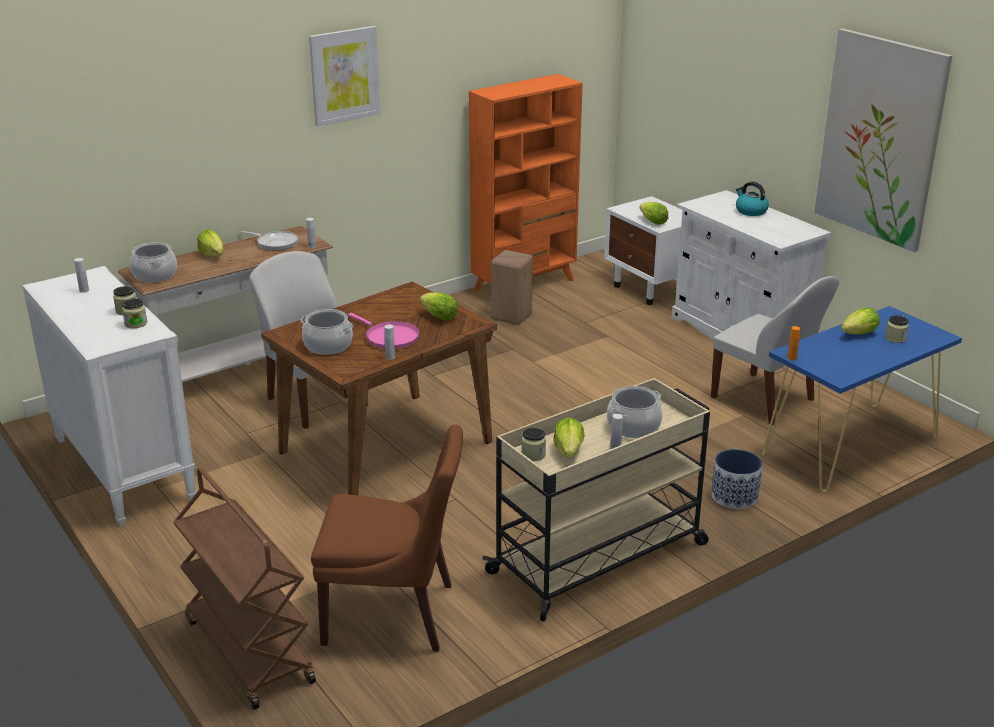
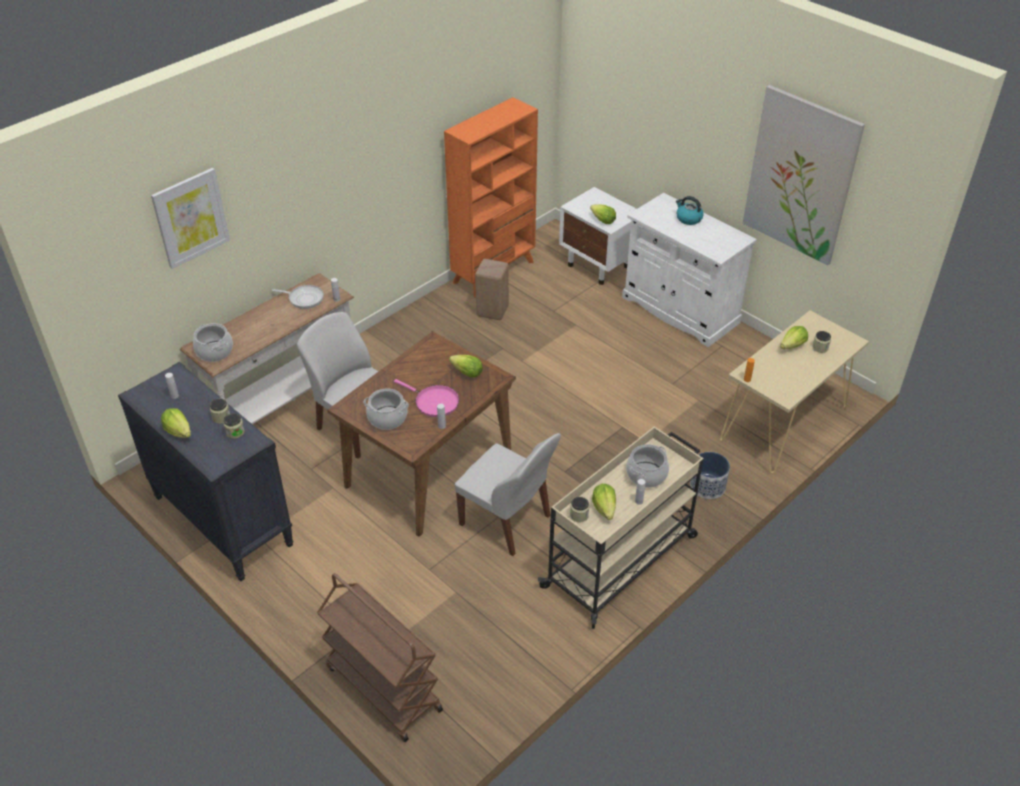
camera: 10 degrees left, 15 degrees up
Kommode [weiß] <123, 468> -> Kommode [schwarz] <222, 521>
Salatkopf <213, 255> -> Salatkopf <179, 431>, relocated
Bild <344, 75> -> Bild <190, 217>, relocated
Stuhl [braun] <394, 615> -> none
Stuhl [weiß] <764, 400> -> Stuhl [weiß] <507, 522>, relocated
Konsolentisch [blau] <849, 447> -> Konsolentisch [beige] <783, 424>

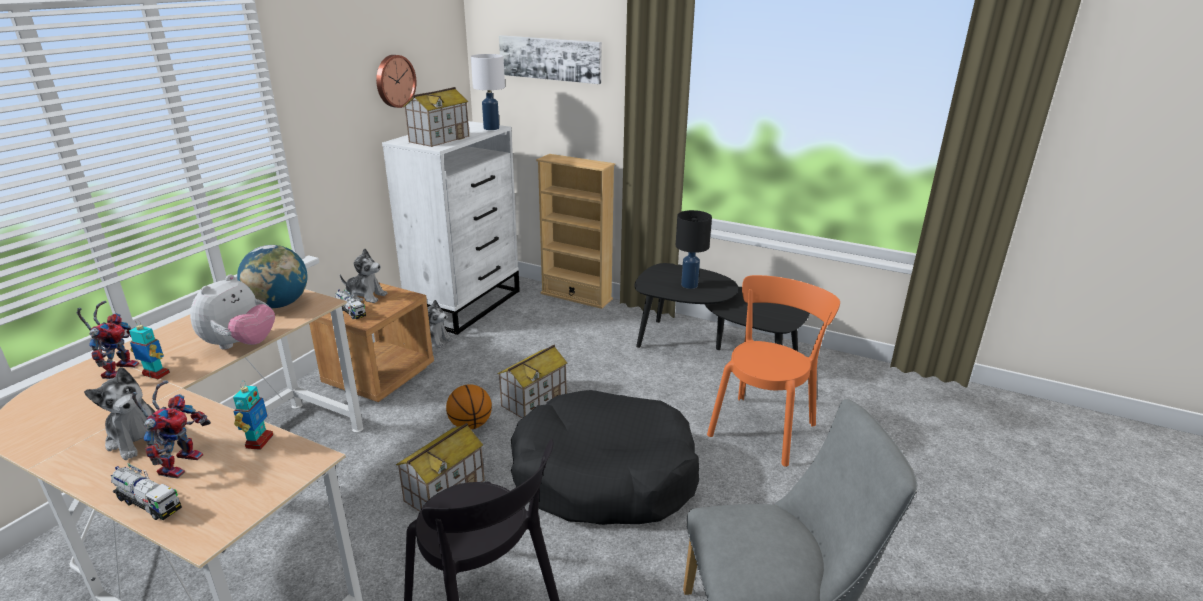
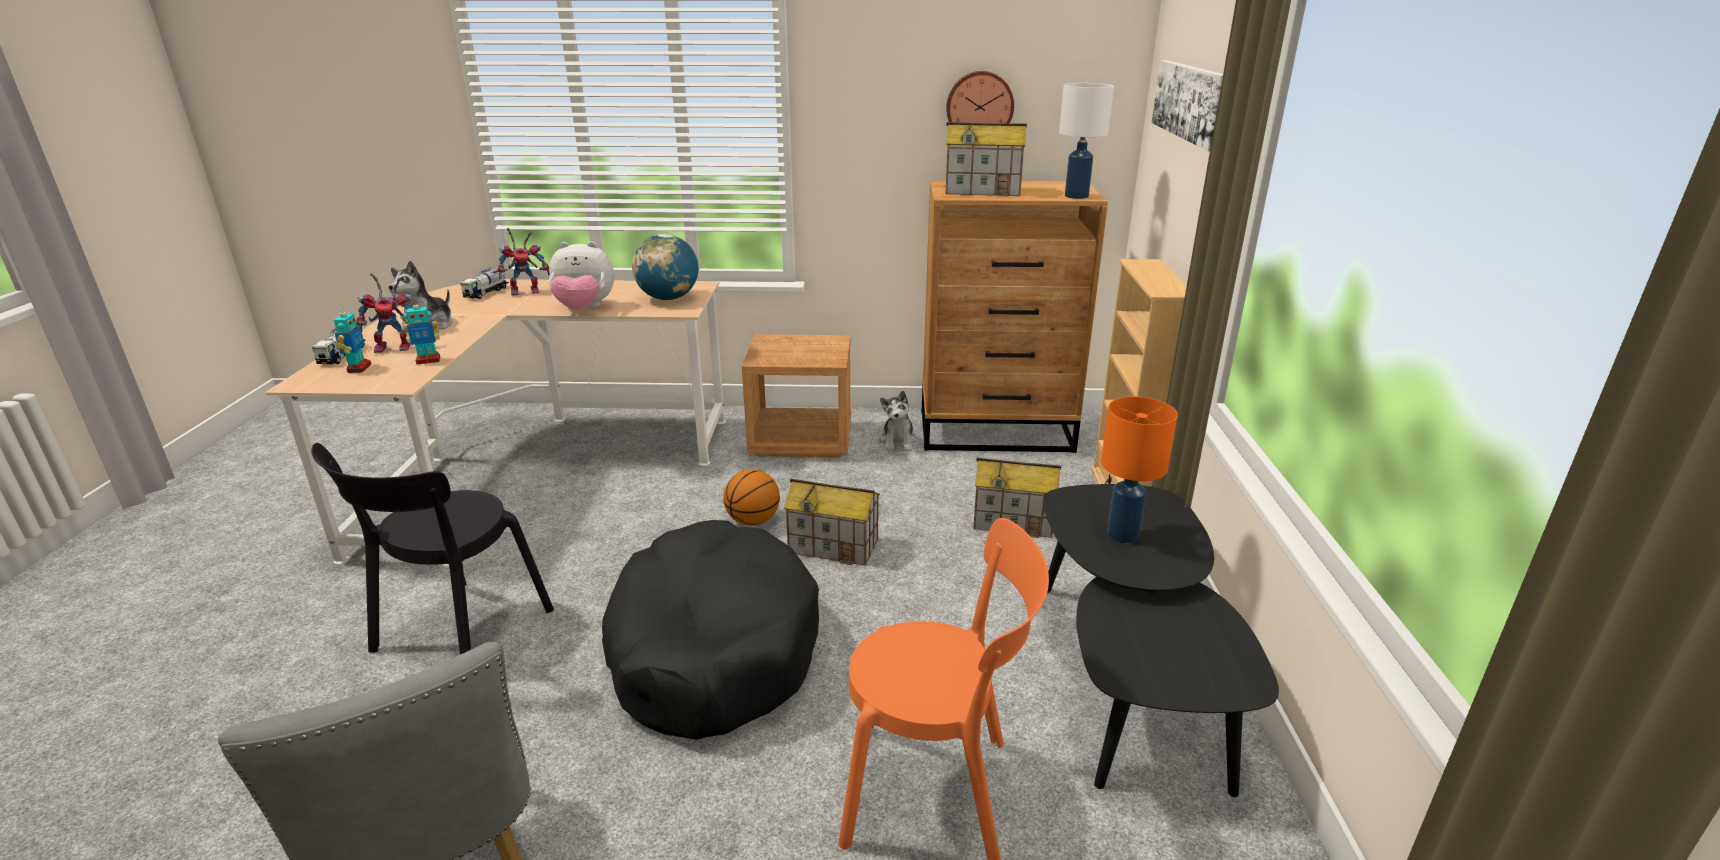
camera: 65 degrees right, 0 degrees up
Spielzeugroboter <156, 374> -> Spielzeugroboter <358, 368>, relocated
Spielzeuglaster <351, 312> -> Spielzeuglaster <486, 292>, relocated
Plüschtier <365, 296> -> none
Kommode [weiß] <466, 304> -> Kommode [braun] <997, 431>
Spielzeughaus <445, 490> -> Spielzeughaus <1014, 521>, relocated
Tischlampe [schwarz] <690, 285> -> Tischlampe [orange] <1122, 535>

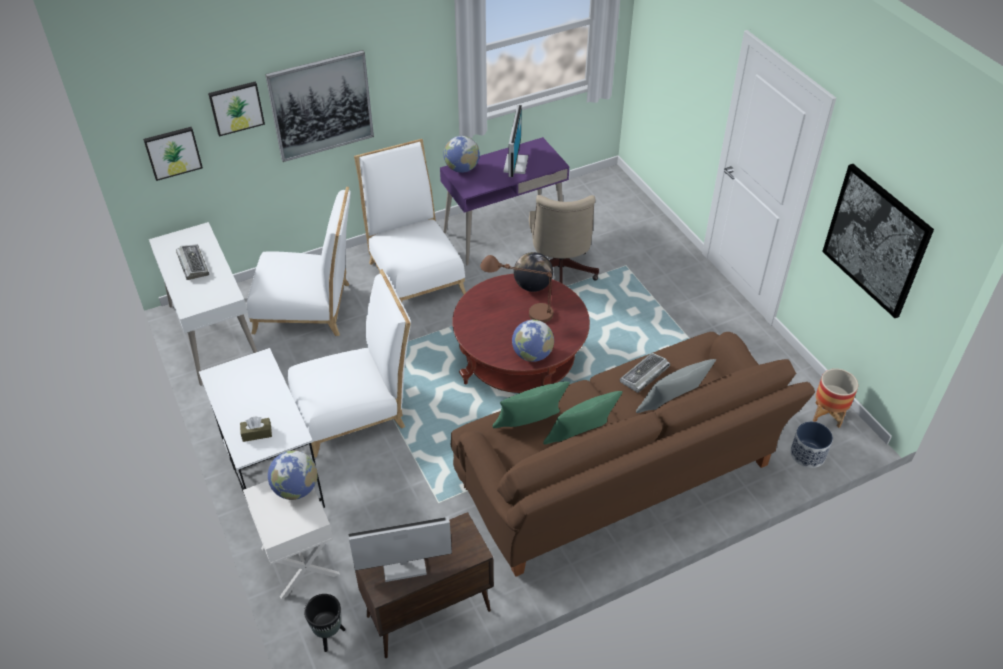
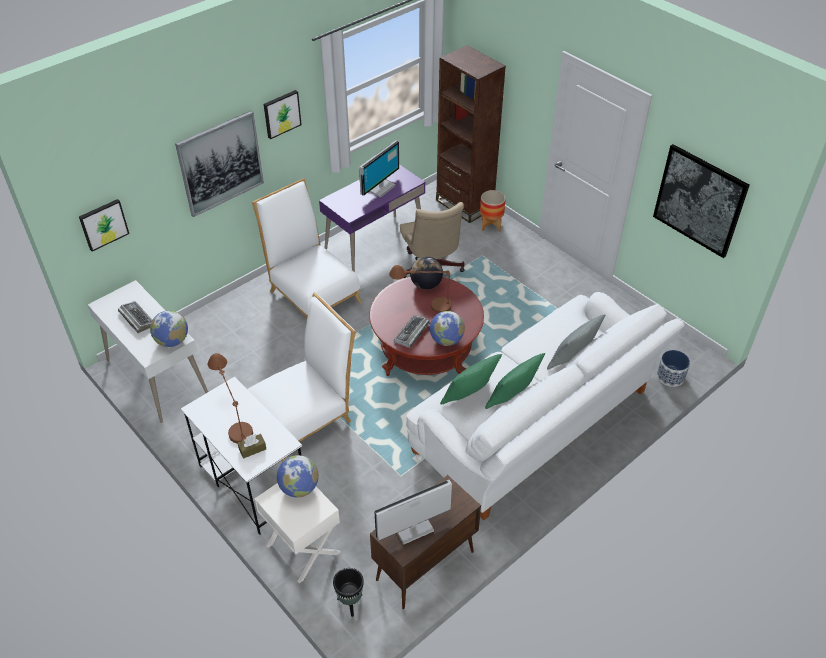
camera: 15 degrees left, 0 degrees up
Bild <236, 107> -> Bild <281, 113>, relocated
Stuhl [weiß] <309, 308> -> none
Globus <462, 169> -> Globus <172, 341>, relocated
Sofa [braun] <619, 480> -> Sofa [weiß] <536, 427>
Monitor <514, 164> -> Monitor <380, 187>, 45 degrees clockwise
Tastatur <644, 375> -> Tastatur <411, 334>, relocated
Pflanzkübel <827, 415> -> Pflanzkübel <491, 225>, relocated
none -> Tischlampe [braun] <234, 418>
none -> Bücherregal [braun] <464, 204>

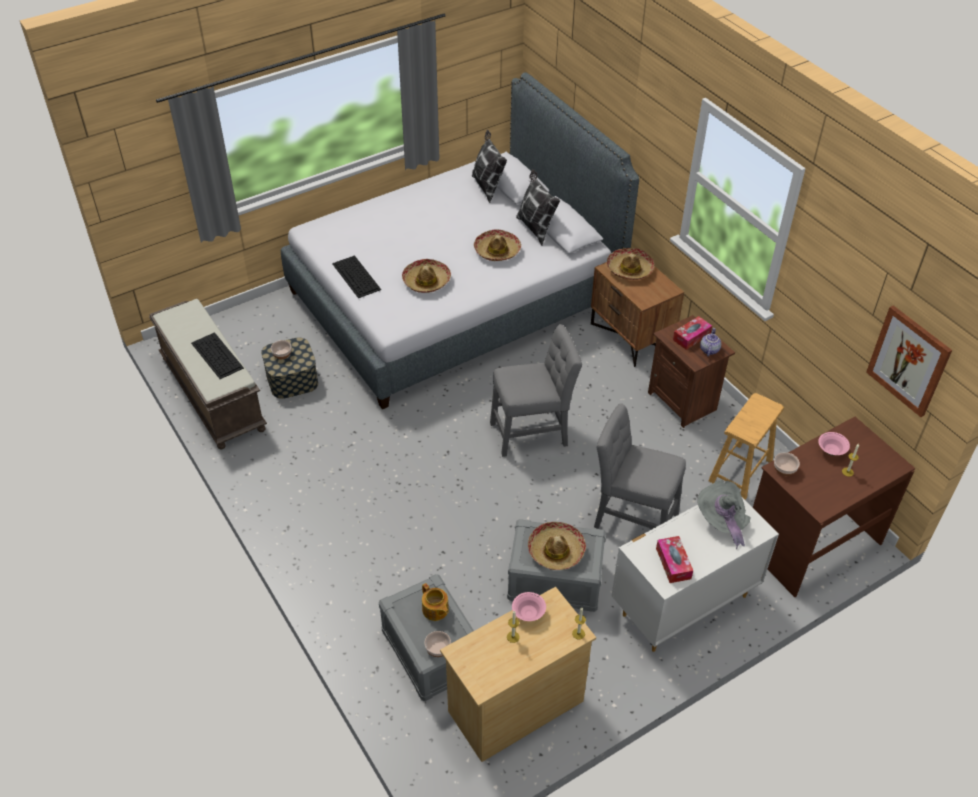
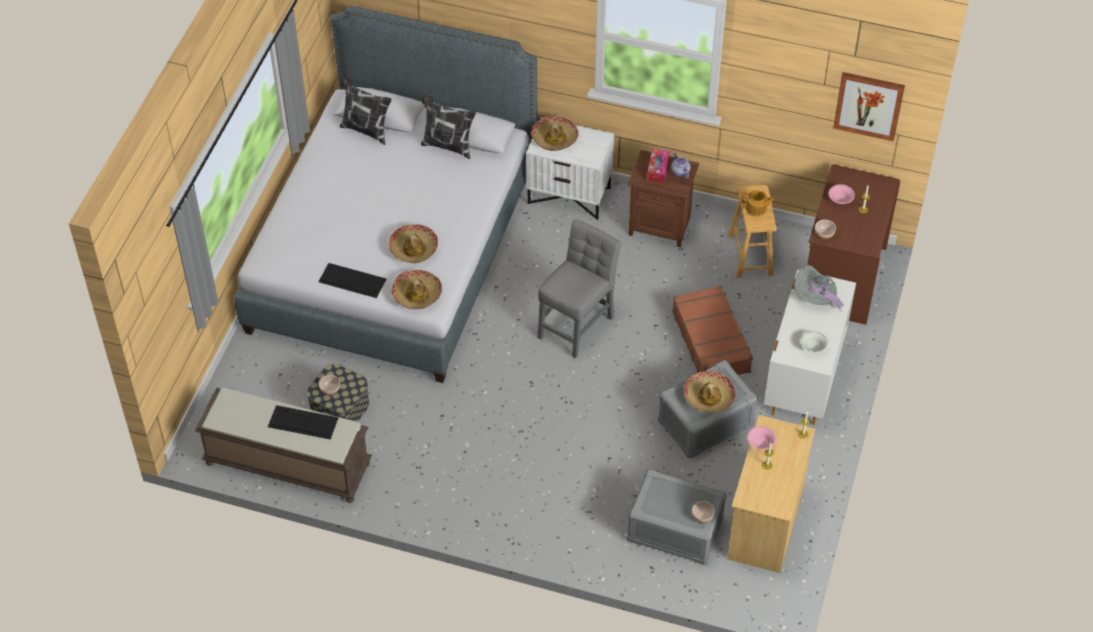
camera: 40 degrees left, 5 degrees up
Teekanne <435, 610> -> Teekanne <756, 209>, relocated
Hut <497, 251> -> Hut <417, 294>, relocated
Nachttisch [braun] <631, 336> -> Nachttisch [weiß] <569, 194>
Stuhl [grau] <632, 517> -> Koffer [braun] <711, 341>
Taschentuchbox <673, 563> -> Schüssel [weiß] <813, 348>

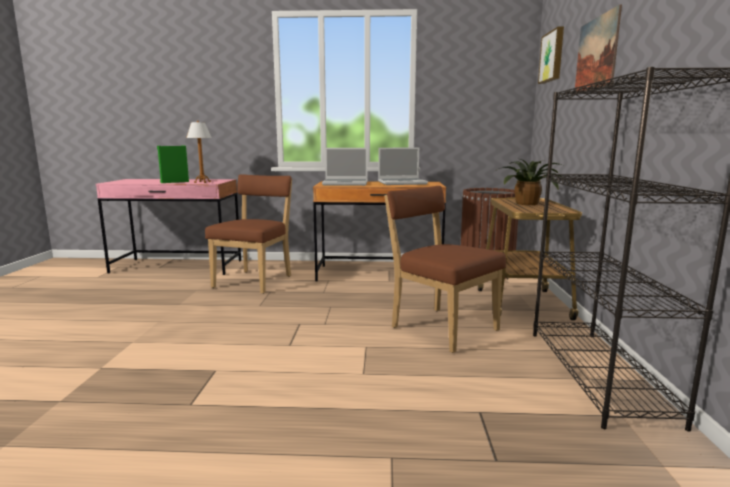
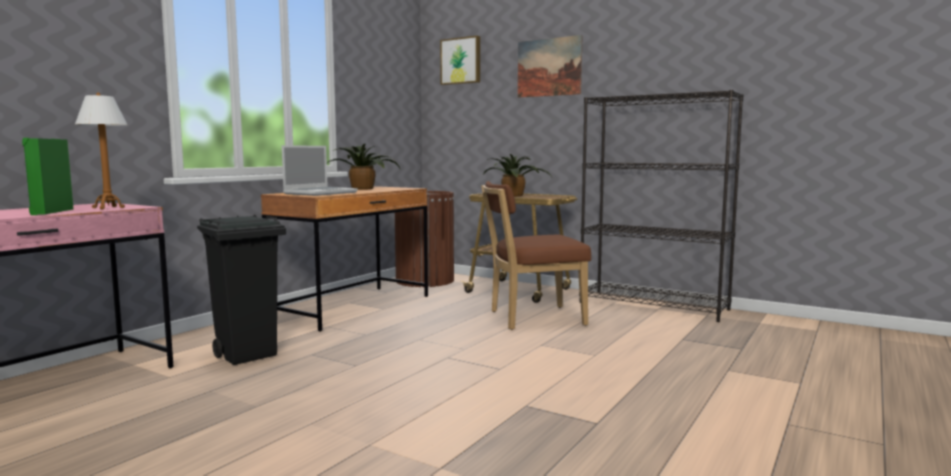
camera: 60 degrees left, 5 degrees down
Stuhl [braun] <255, 281> -> Mülleimer [schwarz] <248, 355>
Laptop <402, 183> -> Topfpflanze <364, 189>

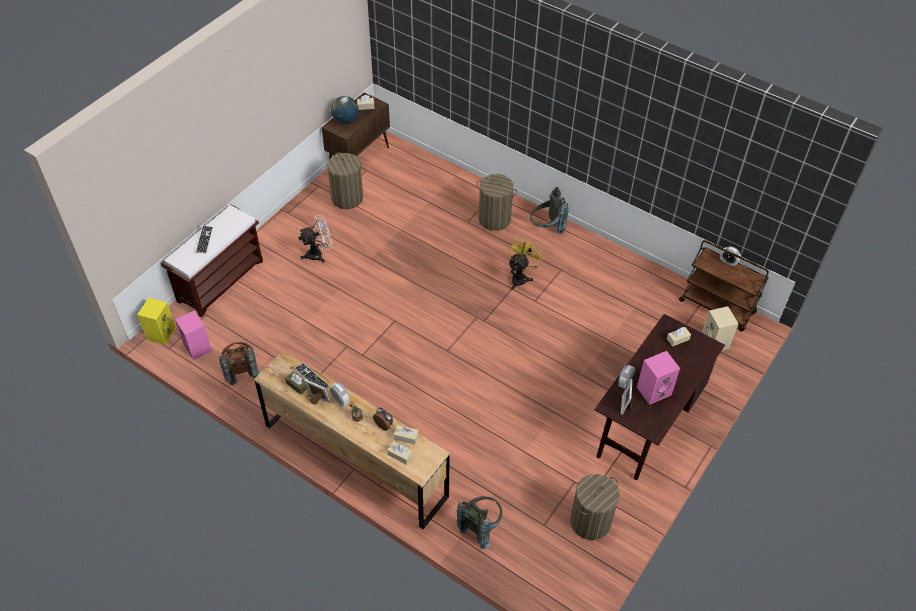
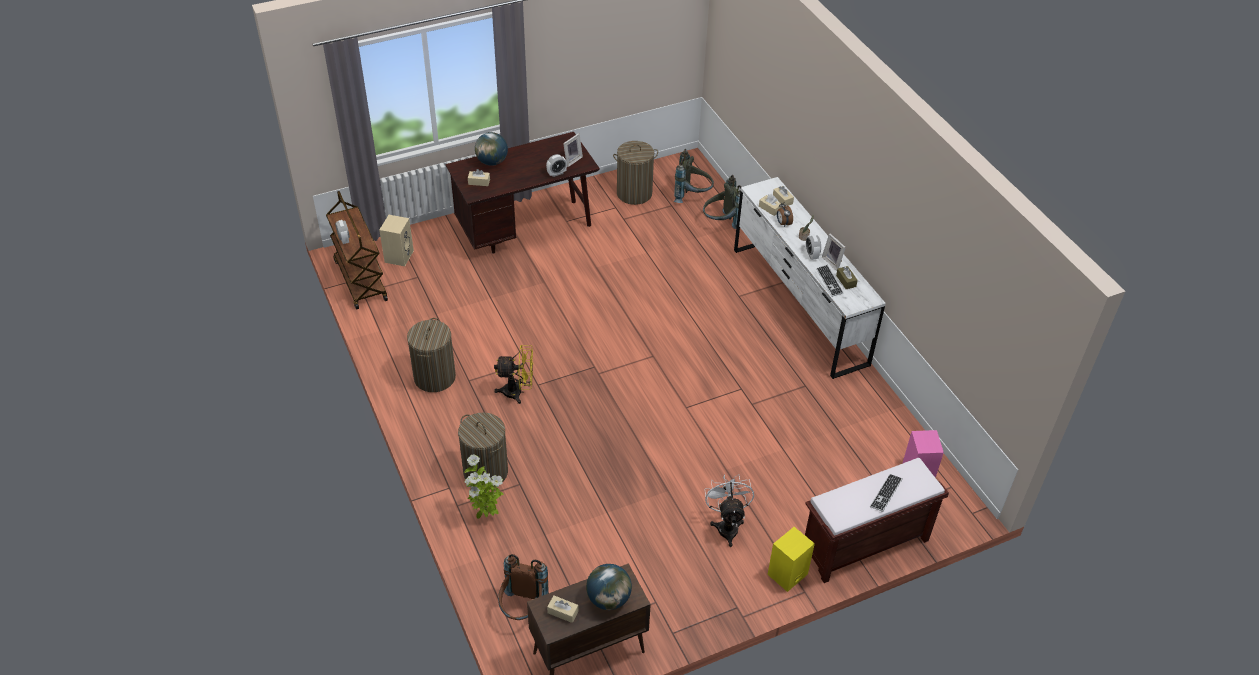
camera: 150 degrees left, 5 degrees down
Lautsprecher [gelb] <161, 333> -> Lautsprecher [gelb] <787, 575>, relocated
Rucksack [braun] <241, 370> -> Rucksack [braun] <522, 609>, relocated
Kommode [braun] <355, 460> -> Kommode [weiß] <798, 305>
Ventilator [weiß] <318, 254> -> Ventilator [weiß] <727, 525>, 75 degrees clockwise
Wäschekorb <347, 198> -> Wäschekorb <434, 377>, relocated
Ventilator [gelb] <520, 277> -> Ventilator [gelb] <518, 392>, 150 degrees counterclockwise
Rucksack [grau] <546, 228> -> Rucksack [grau] <692, 196>, relocated
Lautsprecher [rosa] <654, 390> -> none
none -> Topfpflanze <485, 514>
none -> Globus <492, 161>

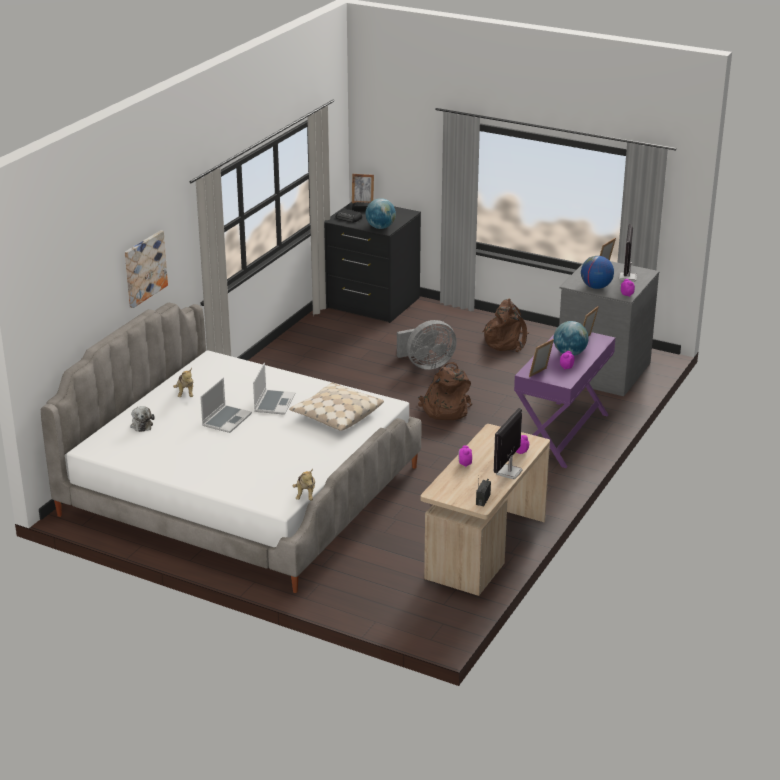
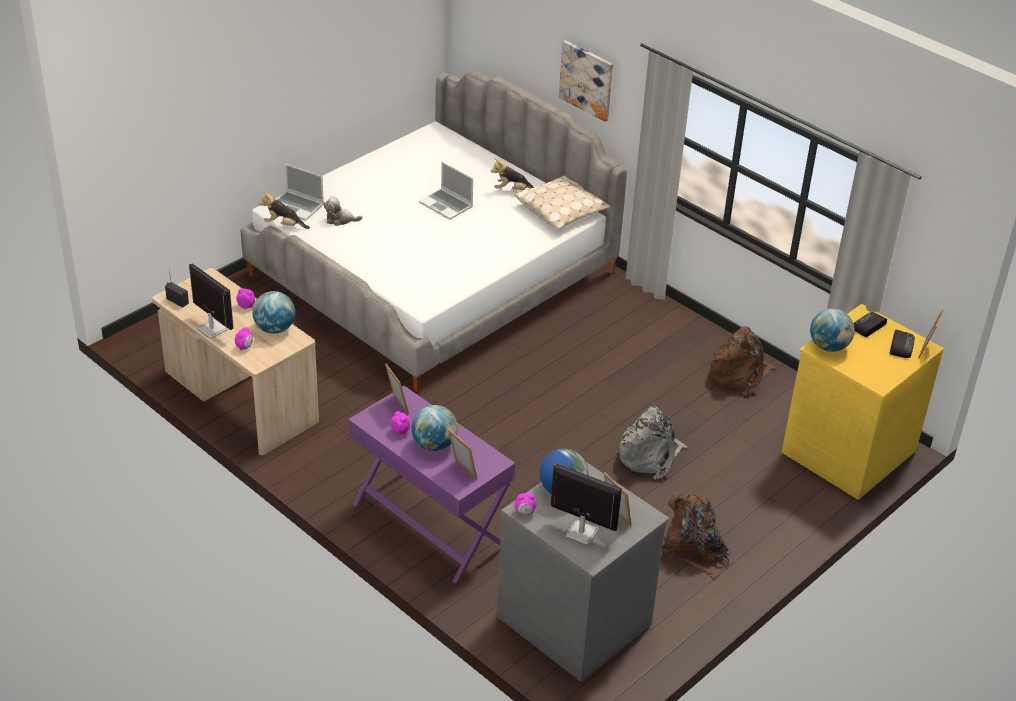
camera: 105 degrees right, 10 degrees up
Plüschtier <141, 425> -> Plüschtier <340, 219>, relocated
Laptop <274, 403> -> Laptop <297, 206>, relocated
Kissen [beige] <336, 415> -> Kissen [beige] <561, 210>, relocated
Kommode [schwarz] <372, 303> -> Kommode [gelb] <847, 450>
Ventilator [grau] <426, 365> -> Rucksack [grau] <650, 456>
Rucksack [braun] <444, 410> -> Rucksack [braun] <739, 375>, relocated
none -> Globus <275, 328>

